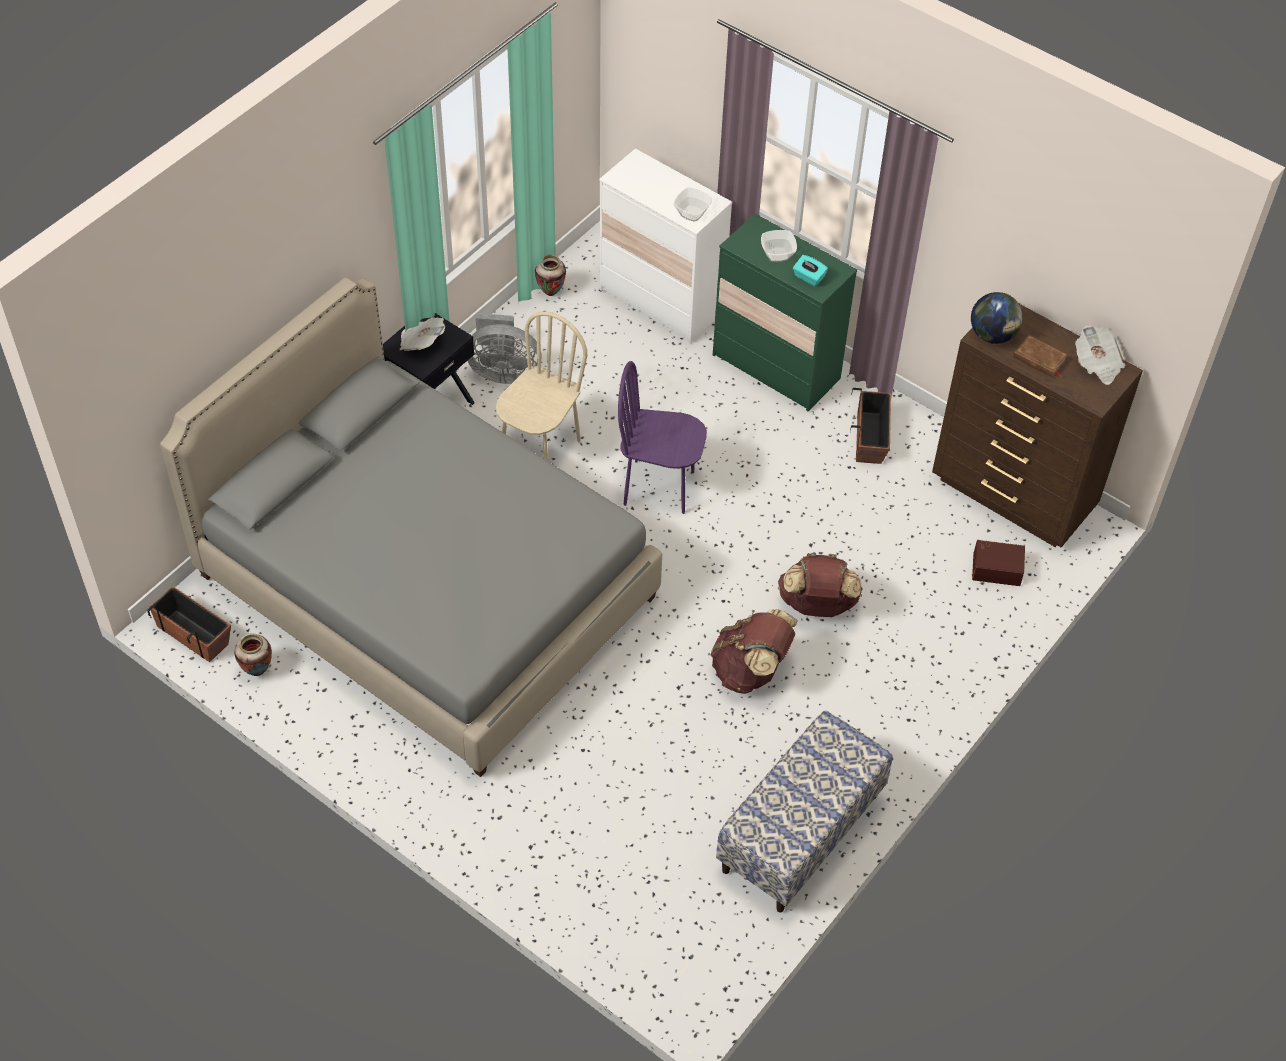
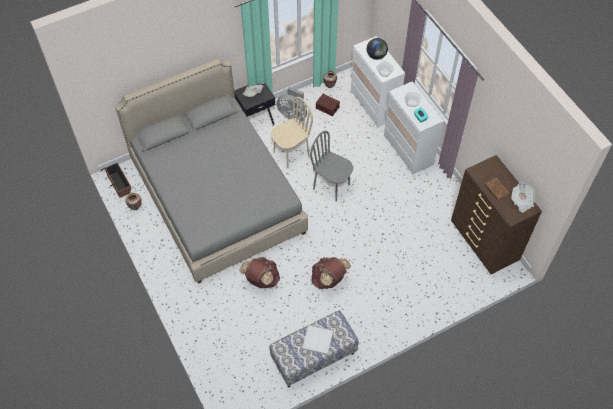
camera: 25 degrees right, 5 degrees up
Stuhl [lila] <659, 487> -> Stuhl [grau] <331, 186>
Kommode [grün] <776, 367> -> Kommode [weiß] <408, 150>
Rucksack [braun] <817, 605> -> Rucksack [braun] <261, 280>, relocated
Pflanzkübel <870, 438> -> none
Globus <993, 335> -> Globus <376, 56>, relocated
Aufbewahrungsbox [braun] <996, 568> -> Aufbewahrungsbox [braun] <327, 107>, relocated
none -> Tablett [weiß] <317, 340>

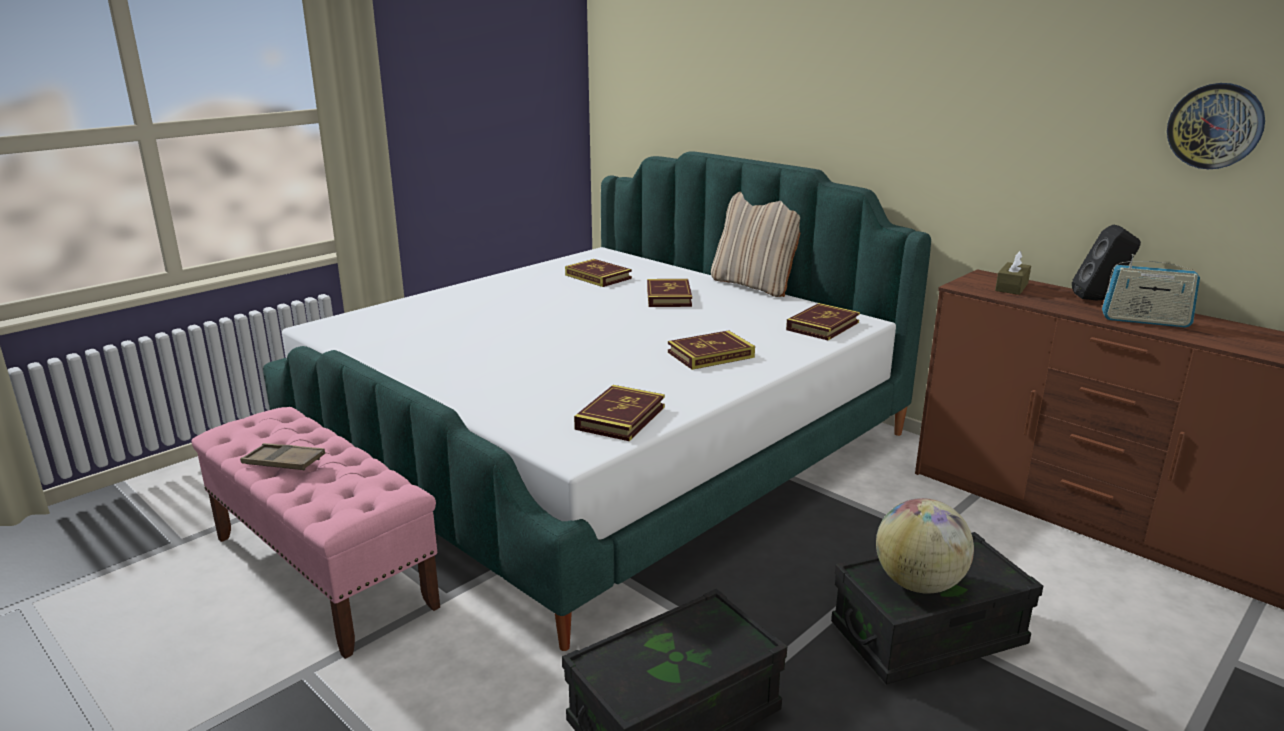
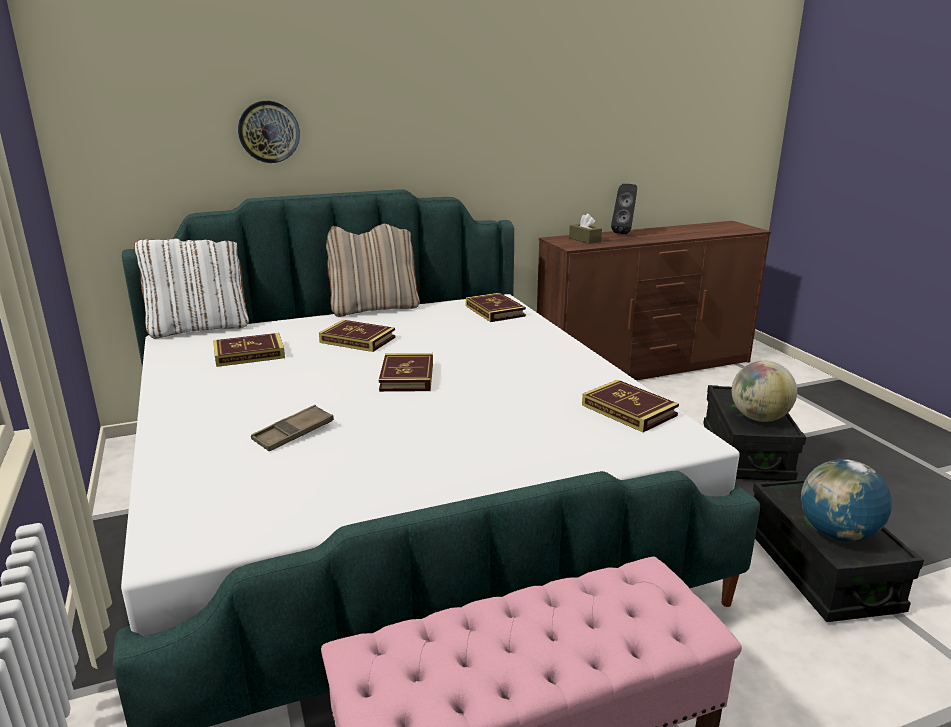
camera: 65 degrees left, 0 degrees up
Tablett [braun] <284, 462> -> Tablett [braun] <293, 433>, relocated
Buch <710, 355> -> Buch <407, 376>, relocated
Radio <1145, 321> -> none
Wanduhr <1215, 126> -> Wanduhr <269, 132>, relocated
none -> Kissen [weiß] <199, 328>
none -> Globus <837, 534>

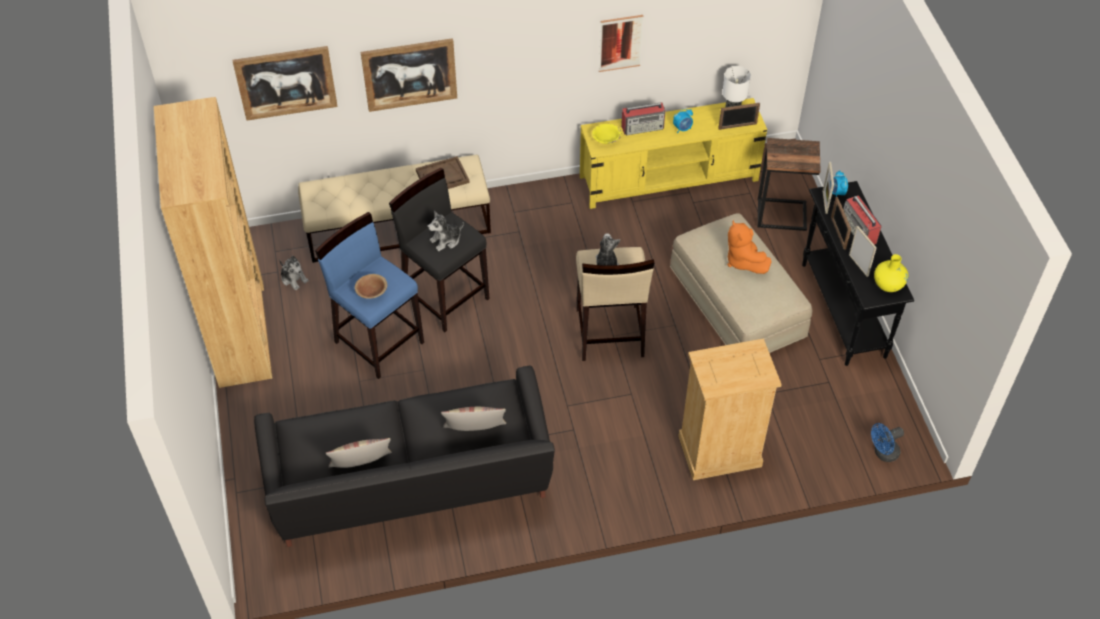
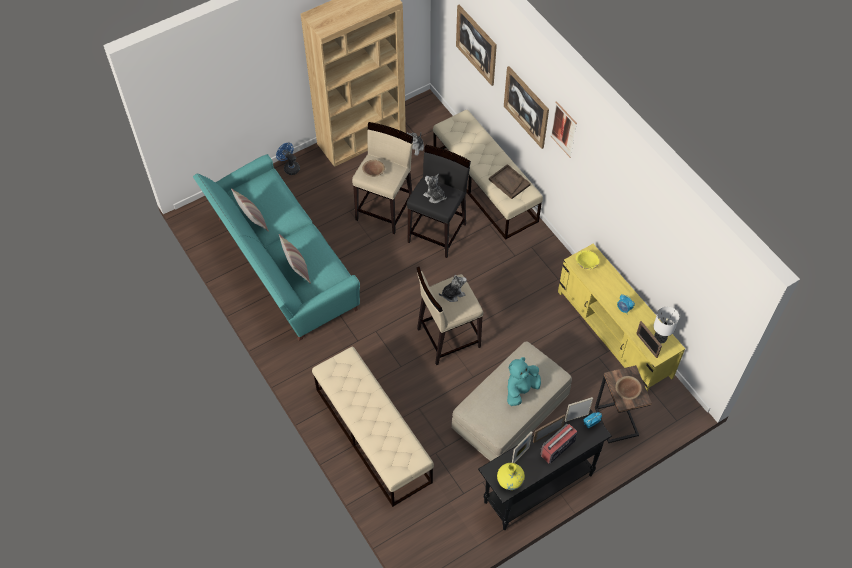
camera: 70 degrees right, 5 degrees up
Sofa [schwarz] <411, 486> -> Sofa [türkis] <281, 265>
Hocker [blau] <379, 341> -> Hocker [beige] <385, 210>
Bild <620, 43> -> Bild <563, 129>, relocated
Radio <643, 127> -> none
Kommode [beige] <719, 451> -> Bank [beige] <372, 435>
Plüschtier [orange] <743, 260> -> Plüschtier [türkis] <520, 390>
Ventilator [blau] <883, 453> -> Ventilator [blau] <290, 167>, relocated
none -> Schüssel [braun] <627, 391>

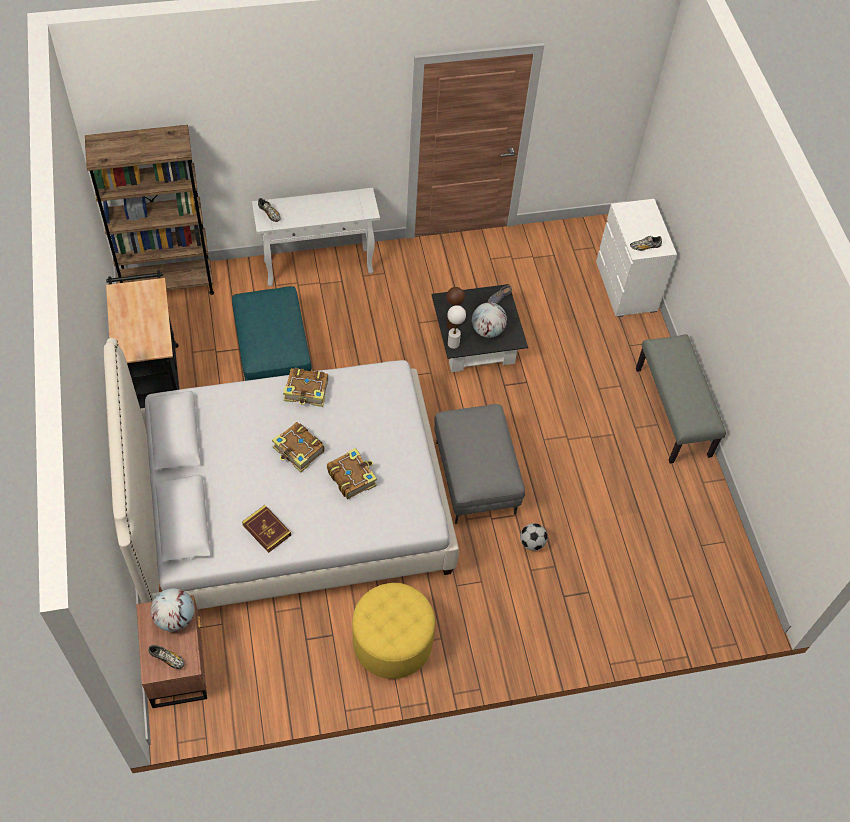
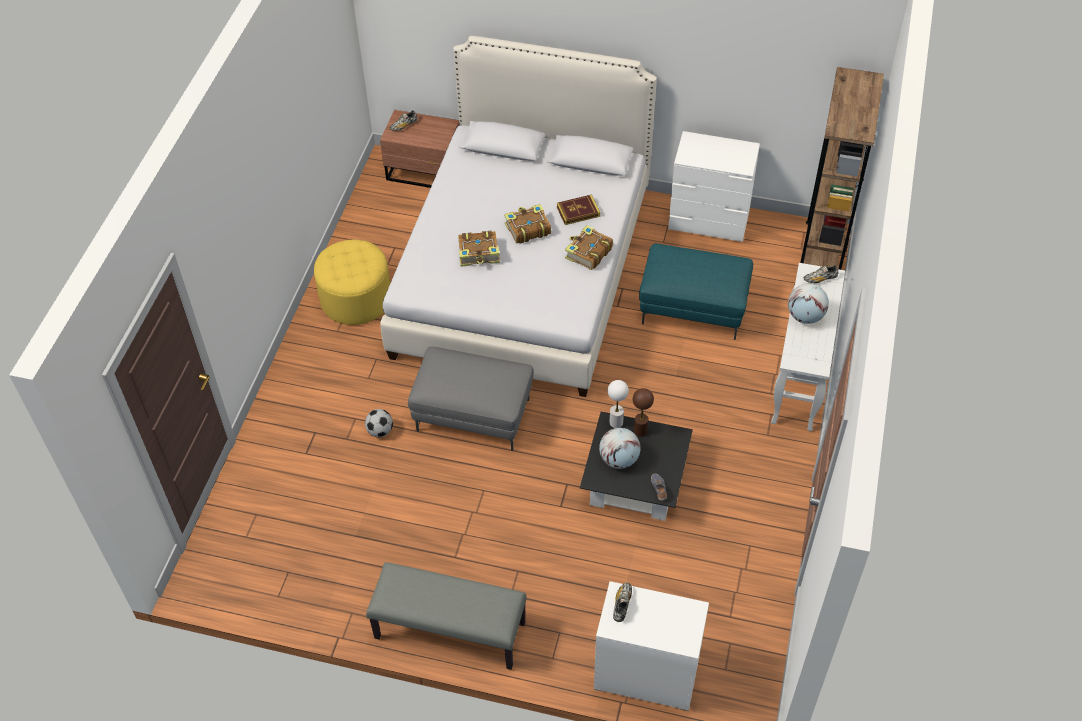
camera: 120 degrees right, 5 degrees down
Rollwagen [schwarz] <154, 377> -> Kommode [weiß] <709, 220>
Globus <175, 618> -> Globus <805, 316>, relocated
Buch <266, 530> -> Buch <578, 211>, relocated

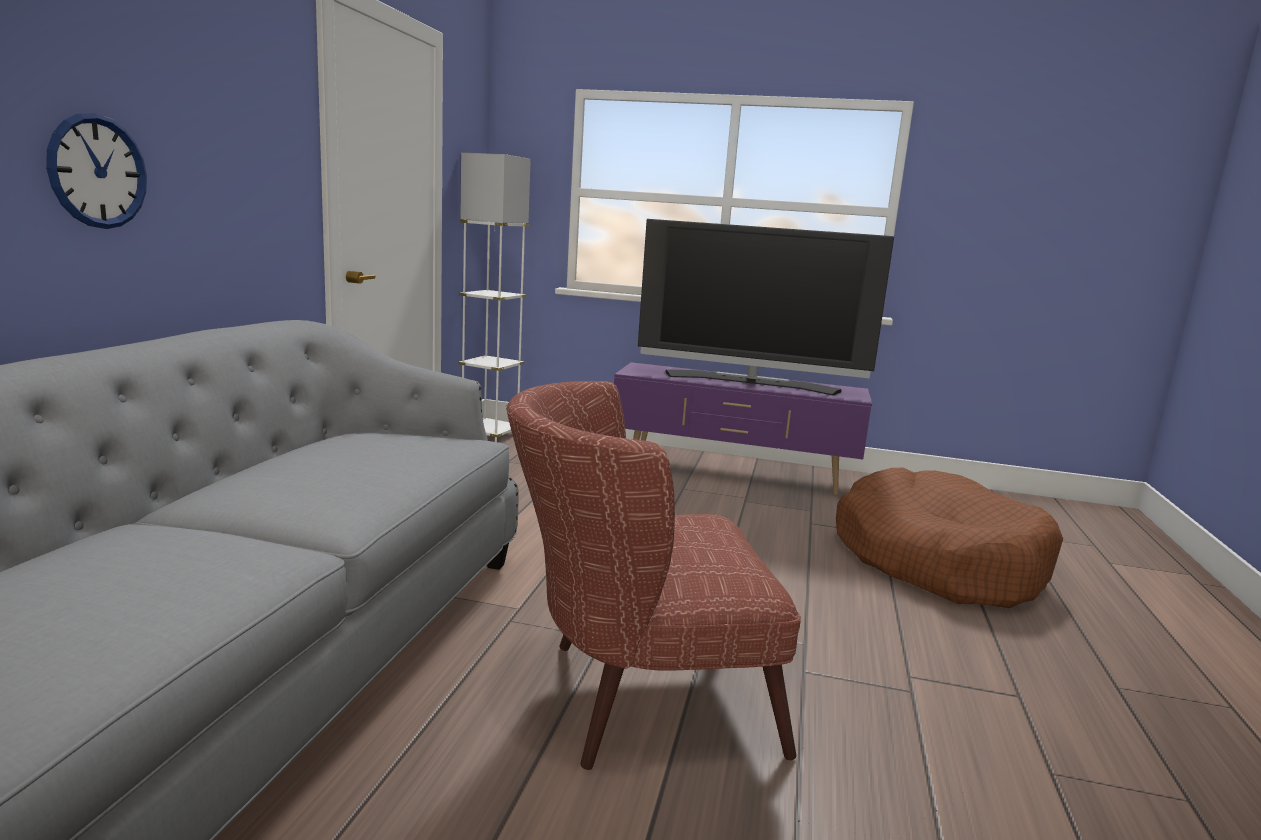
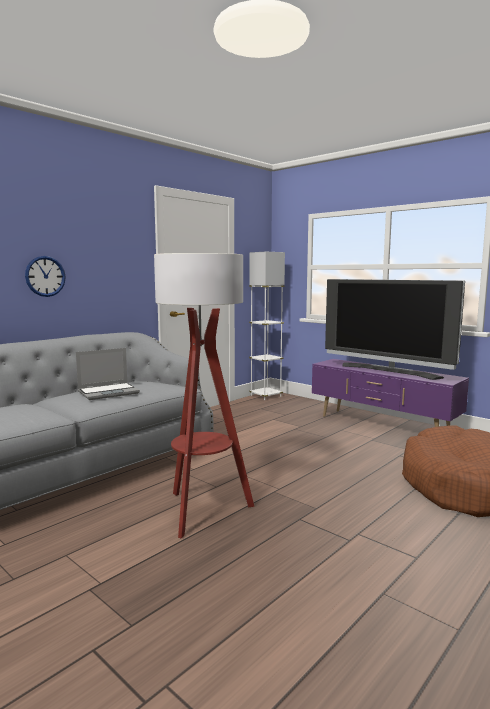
camera: 30 degrees right, 5 degrees down
Sessel [braun] <635, 697> -> Stehlampe <203, 511>
none -> Laptop <109, 392>

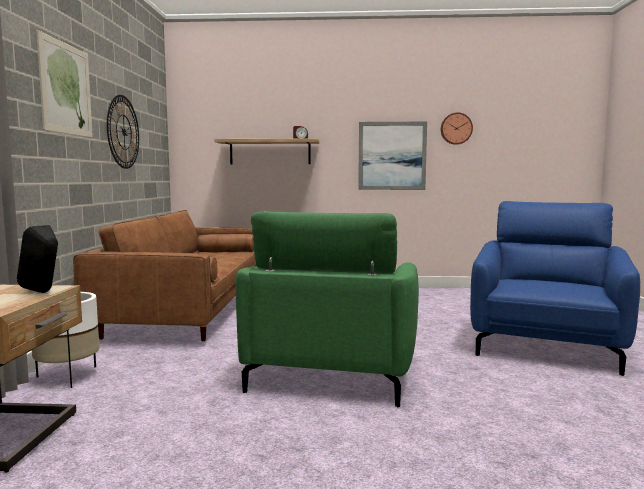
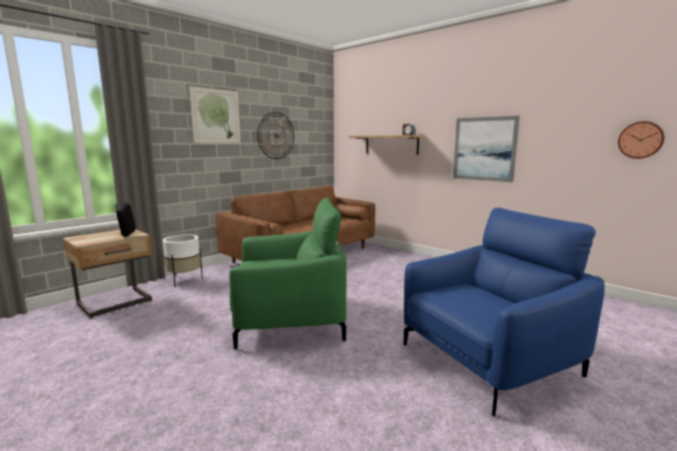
camera: 40 degrees right, 5 degrees up
Sessel [grün] <332, 371> -> Sessel [grün] <289, 319>, 150 degrees counterclockwise
Wanduhr <456, 128> -> Wanduhr <640, 140>, relocated

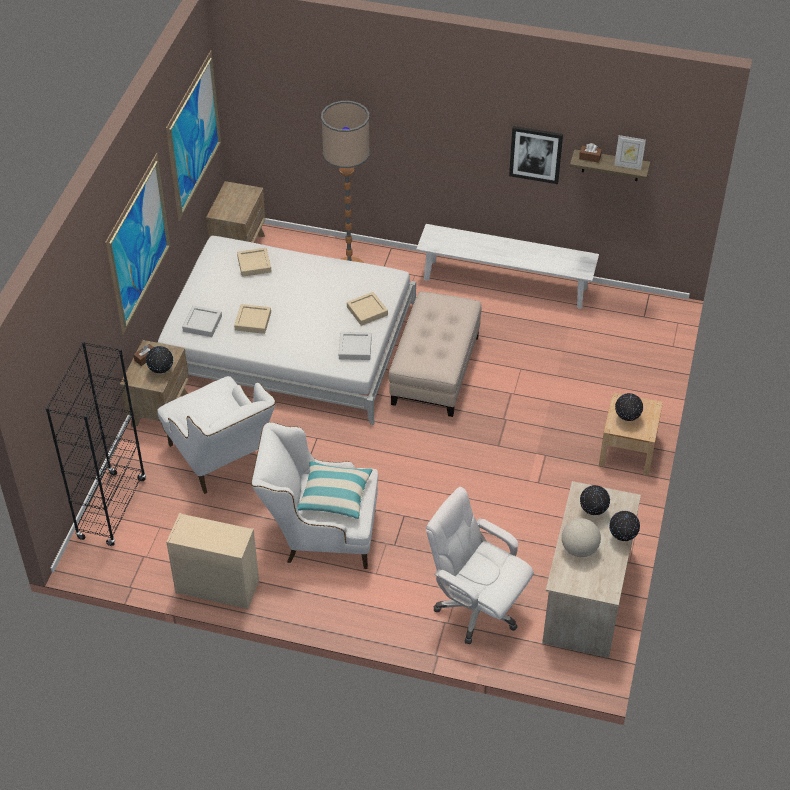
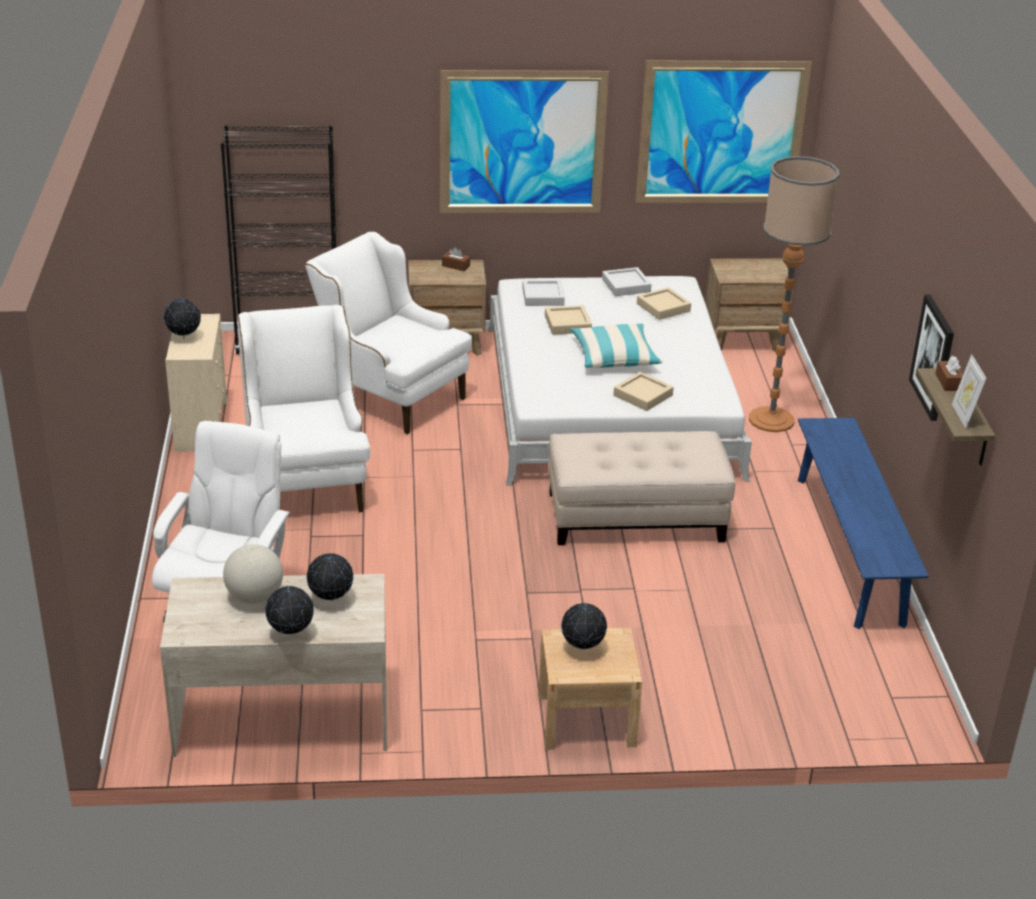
camera: 70 degrees right, 15 degrees down
Globus <161, 371> -> Globus <184, 337>, relocated
Sessel [weiß] <223, 461> -> Sessel [weiß] <390, 395>, 90 degrees clockwise
Kissen <334, 495> -> Kissen <614, 356>, relocated
Tablett [grau] <355, 348> -> Tablett [grau] <626, 285>, relocated
Bank [weiß] <505, 284> -> Bank [blau] <849, 549>

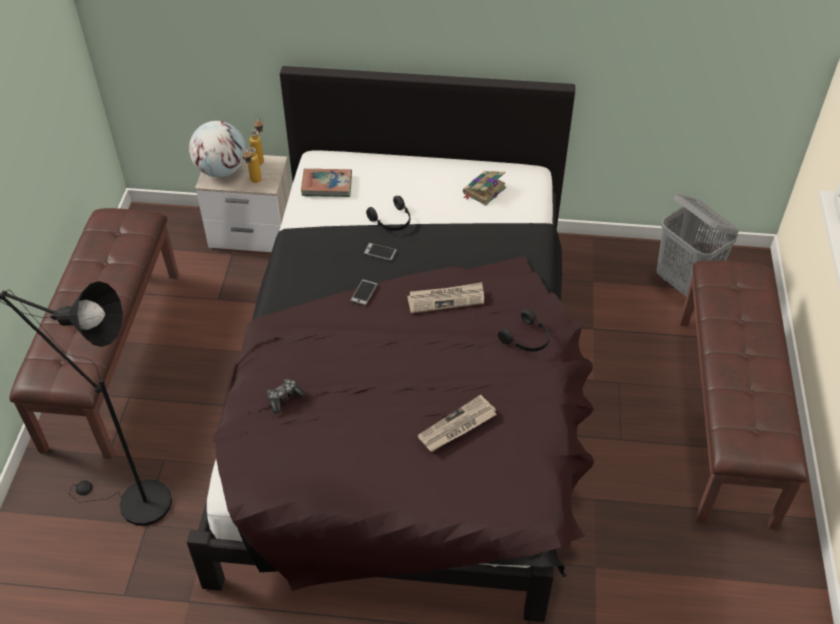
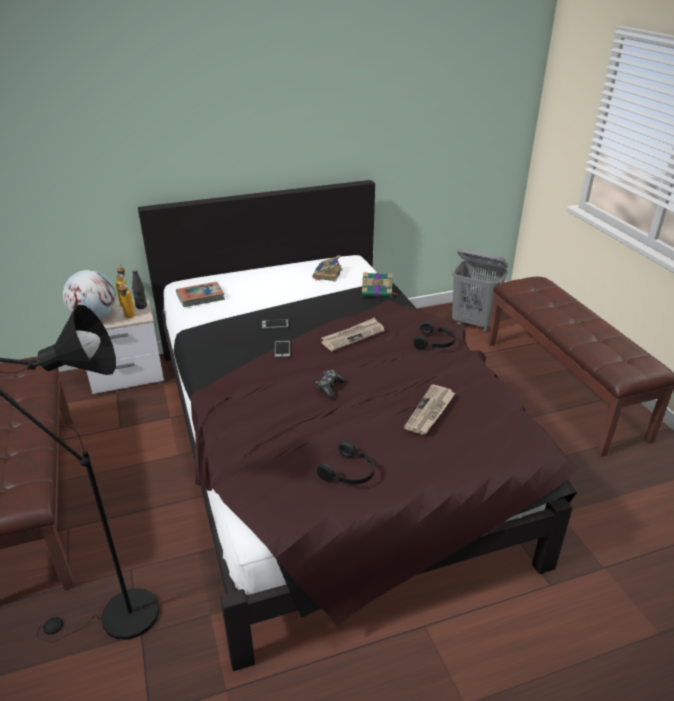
camera: 25 degrees left, 15 degrees down
Gamepad <284, 398> -> Gamepad <329, 387>, relocated
Kopfhörer [schwarz] <392, 221> -> Kopfhörer [schwarz] <349, 472>, relocated
none -> Flasche [schwarz] <141, 306>
none -> Buch <378, 292>

